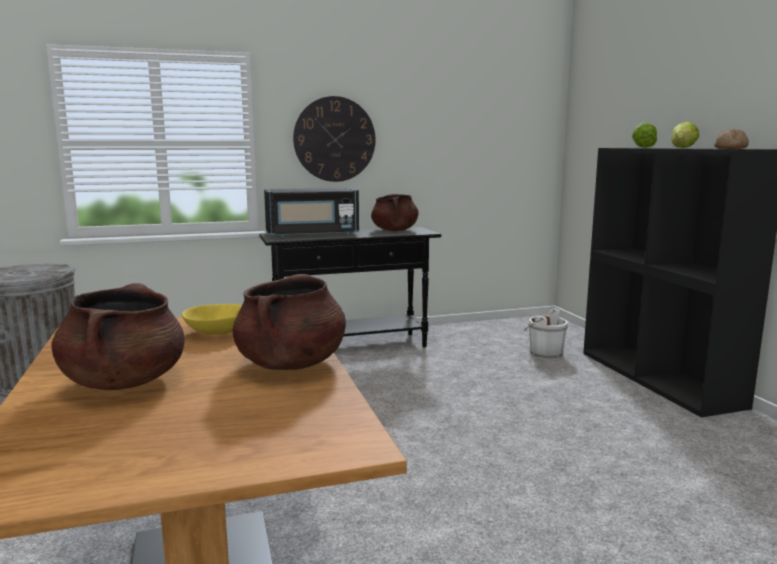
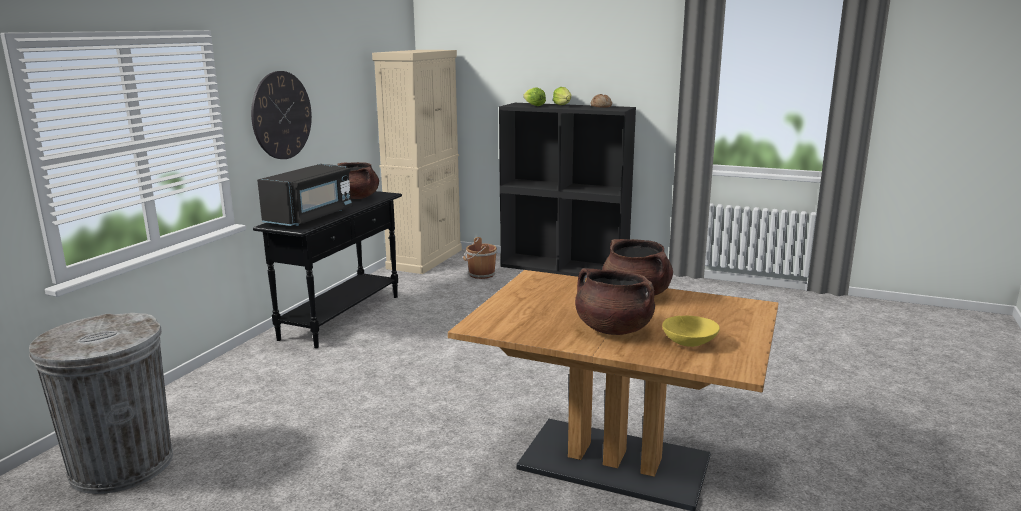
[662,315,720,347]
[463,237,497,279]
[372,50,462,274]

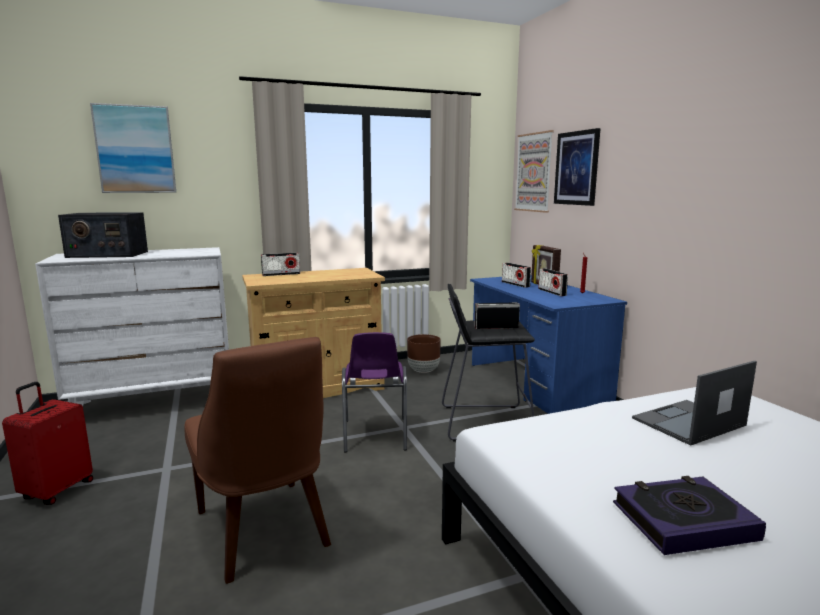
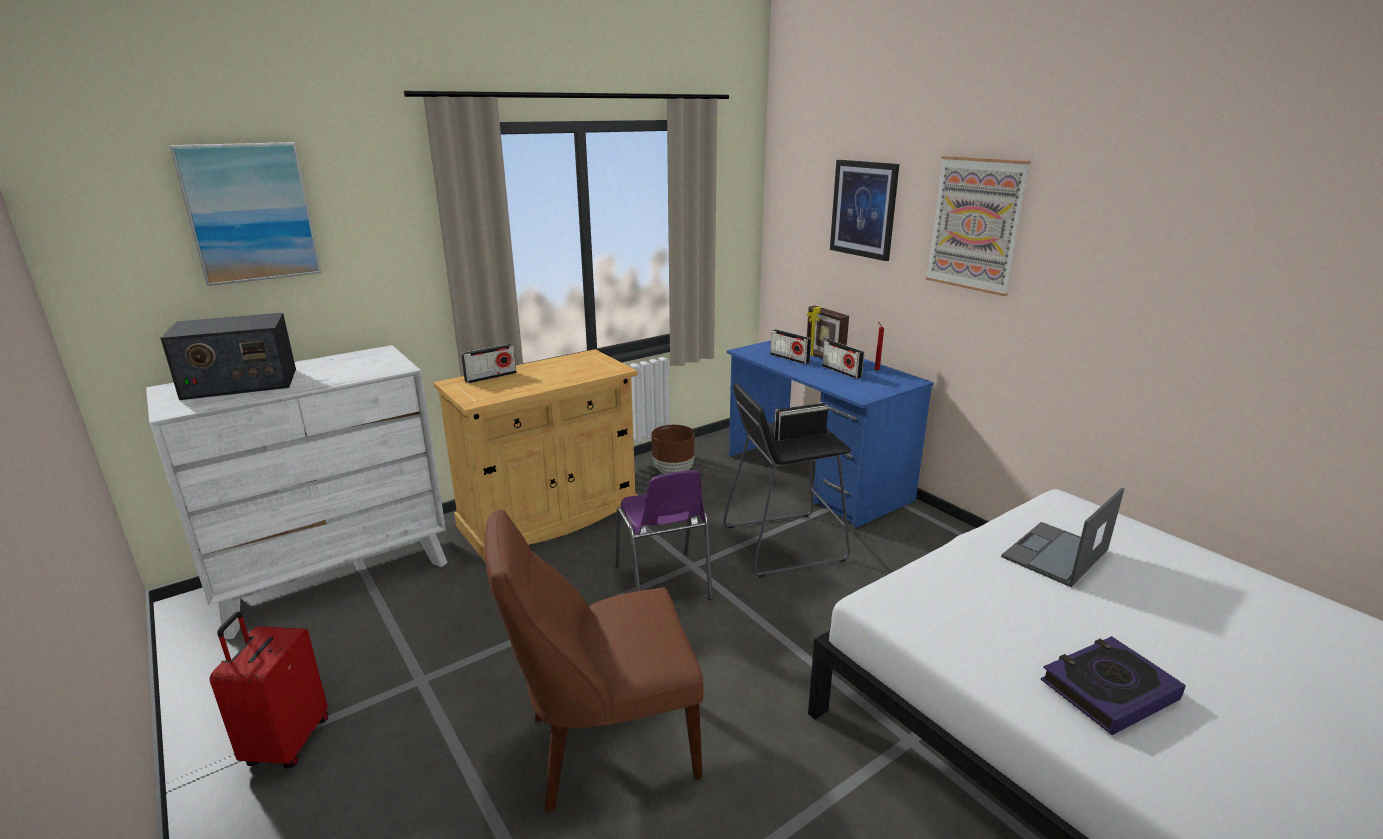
[926,156,1031,296]
[484,509,704,813]

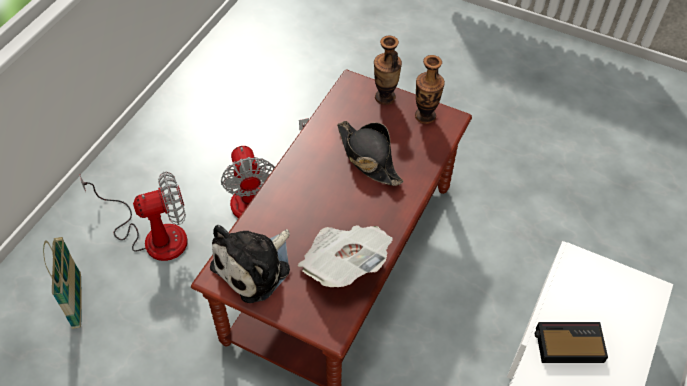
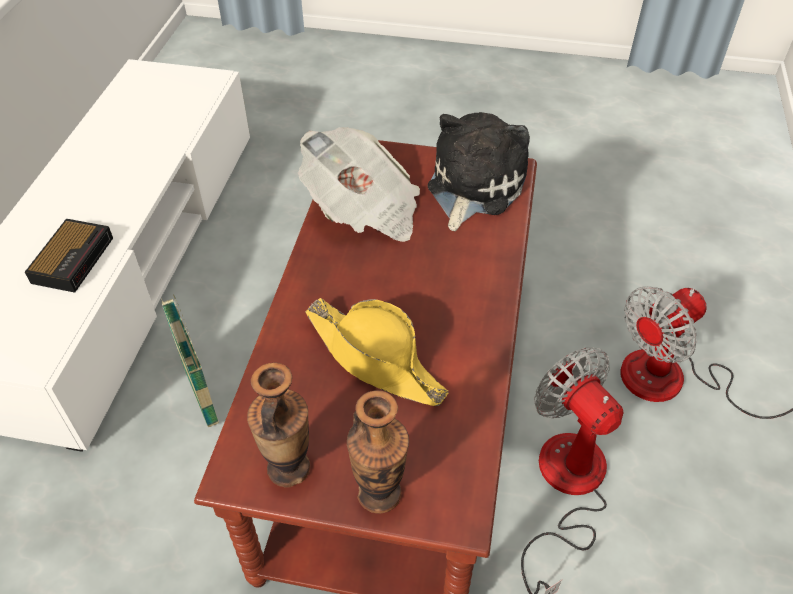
[305,298,449,406]
[161,294,219,427]
[25,219,113,293]

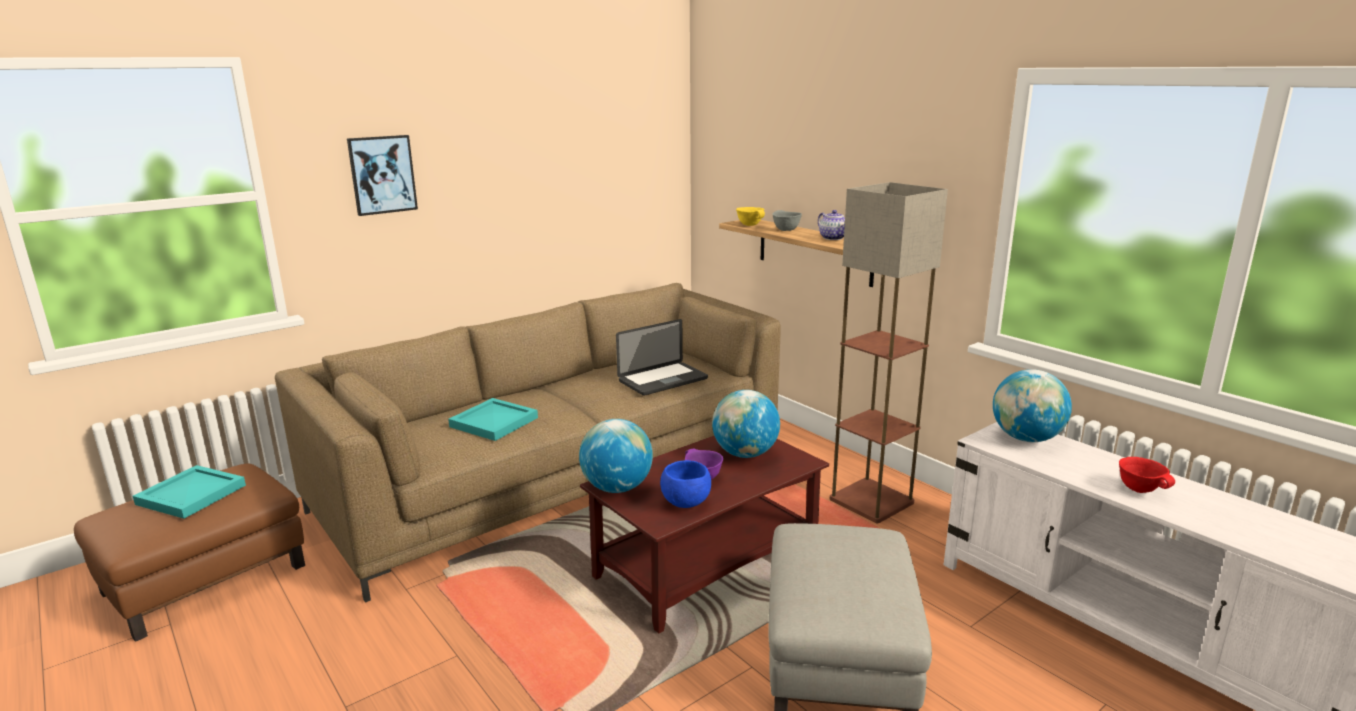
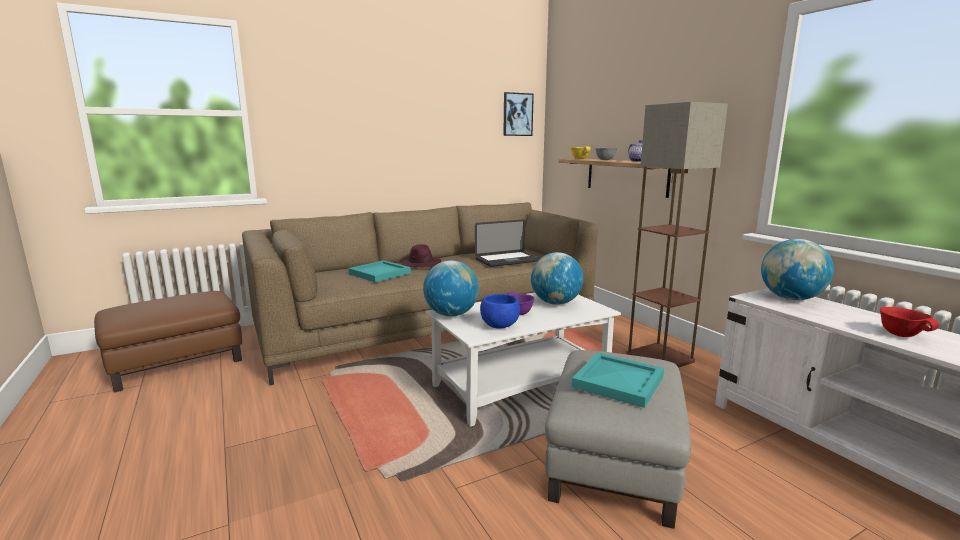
[503,92,534,136]
[425,292,621,427]
[572,353,664,408]
[401,244,441,267]

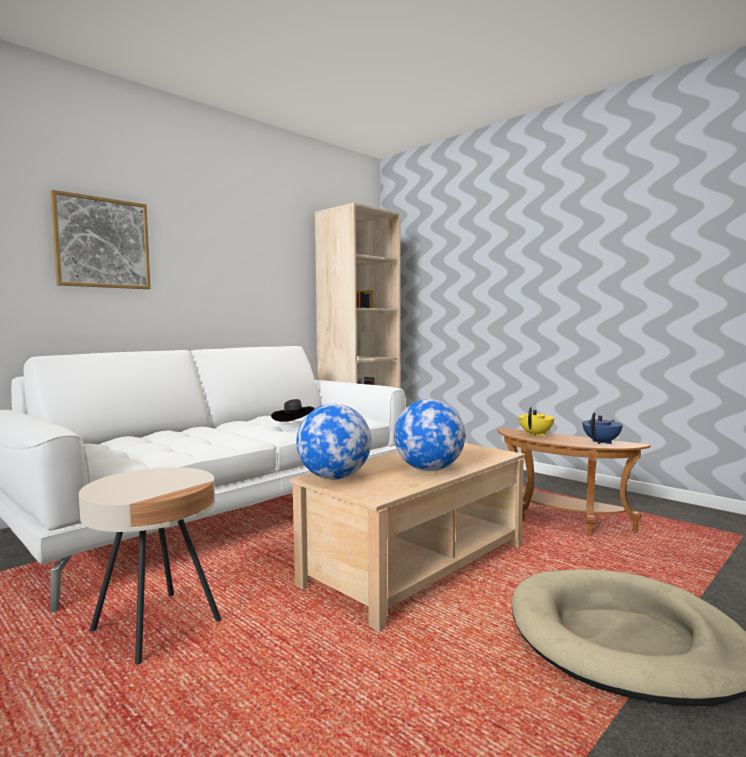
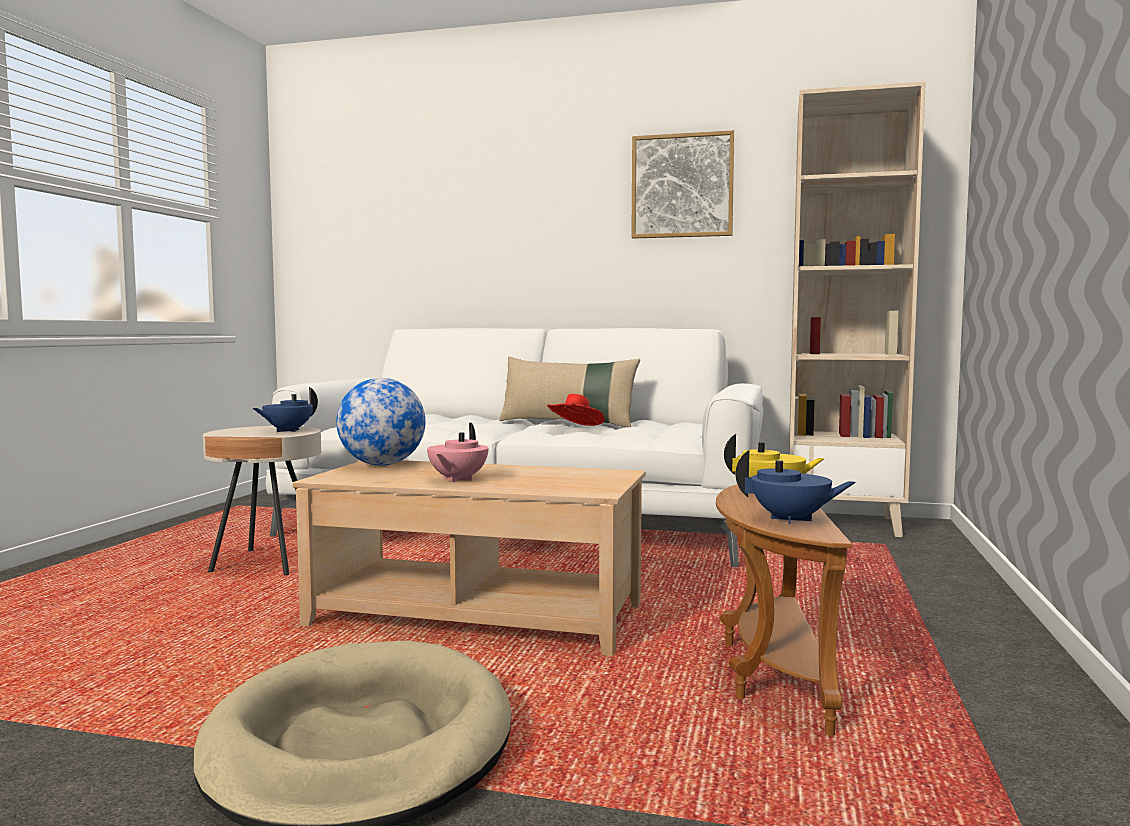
[631,130,734,238]
[547,394,605,426]
[427,423,489,482]
[499,357,640,427]
[252,387,318,432]

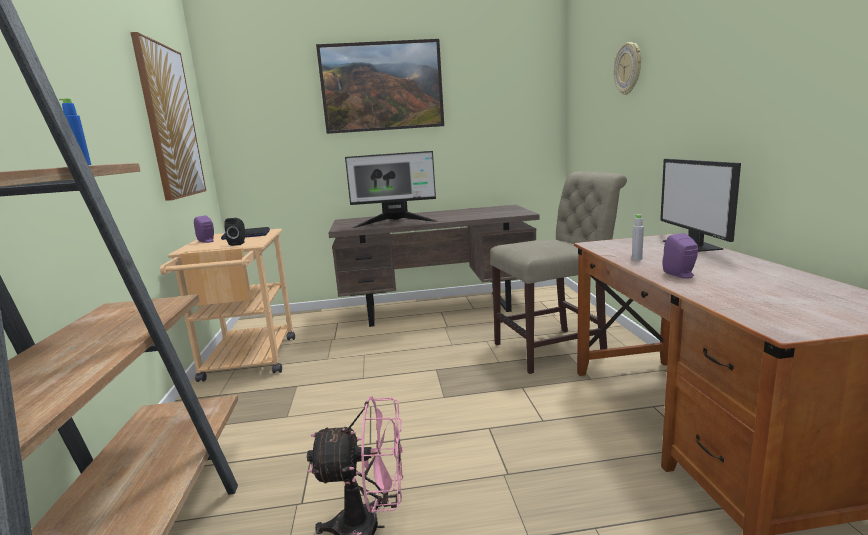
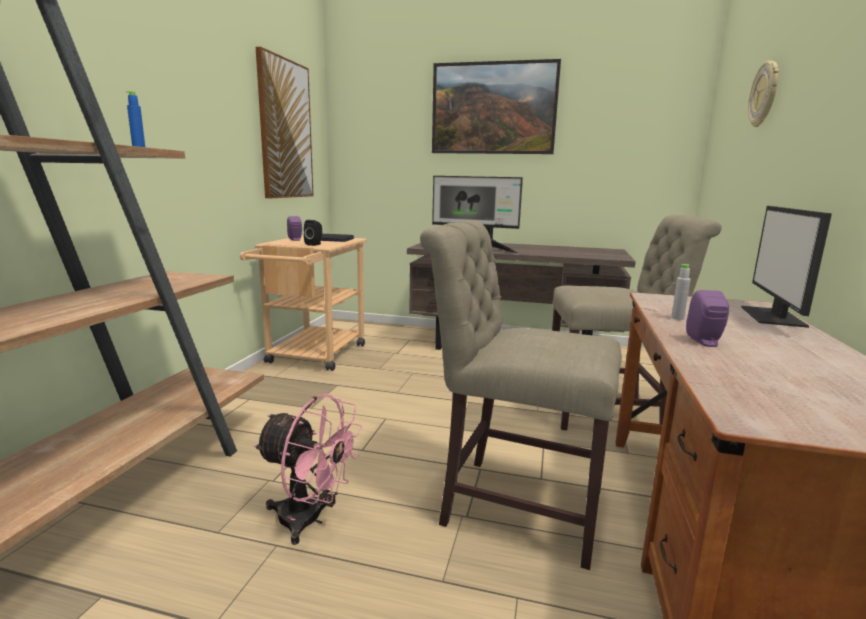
[420,220,622,570]

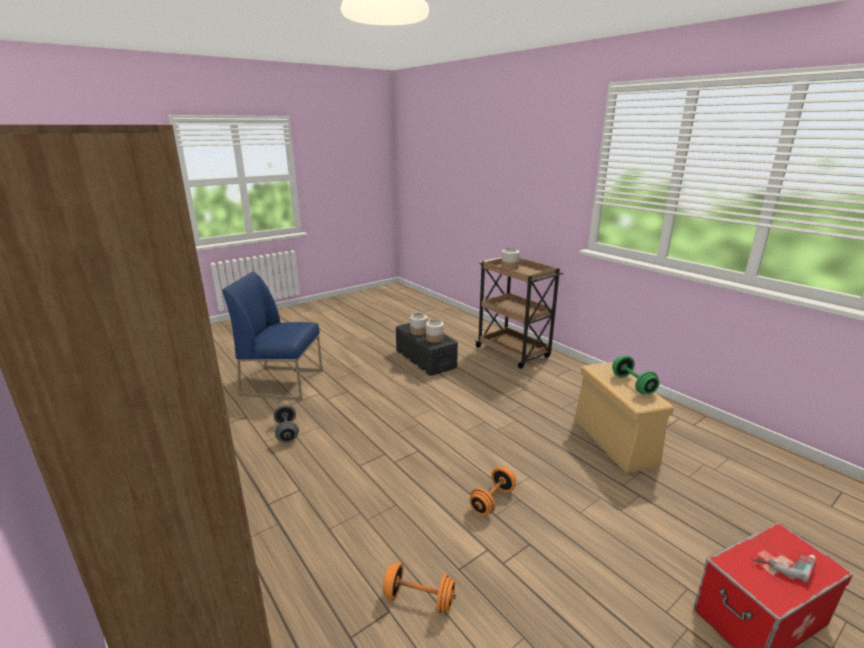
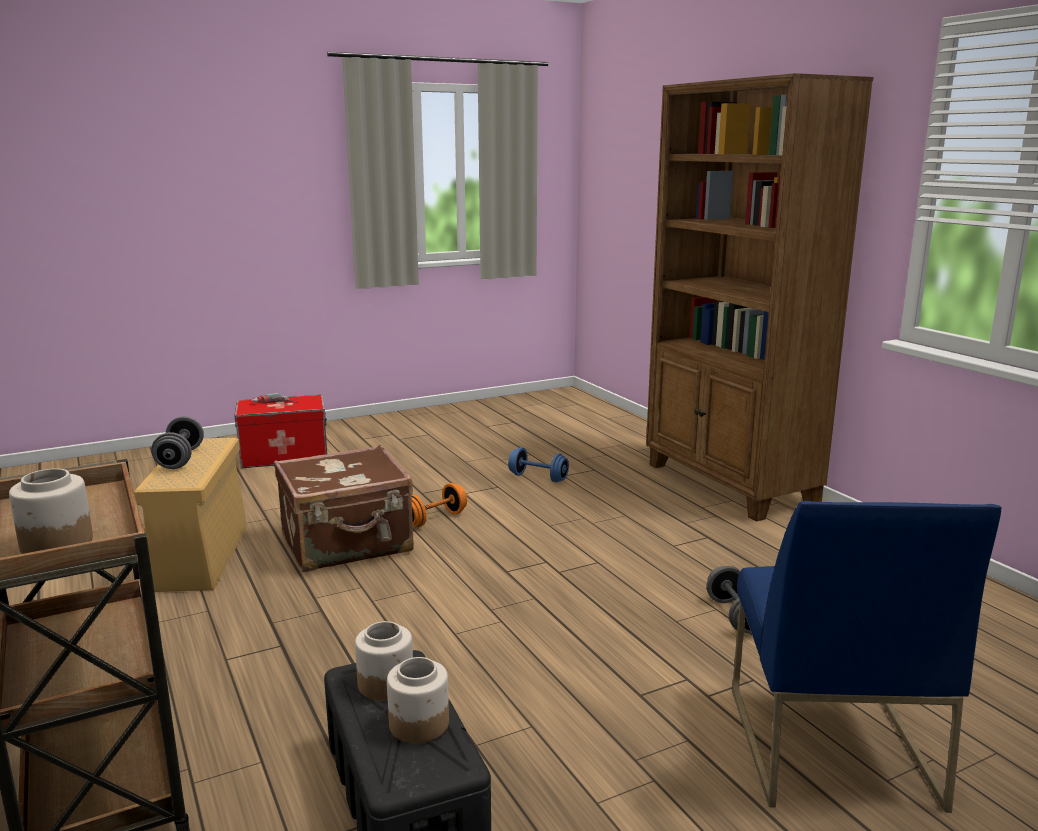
[732,501,1002,813]
[151,416,204,469]
[508,447,569,482]
[274,445,414,572]

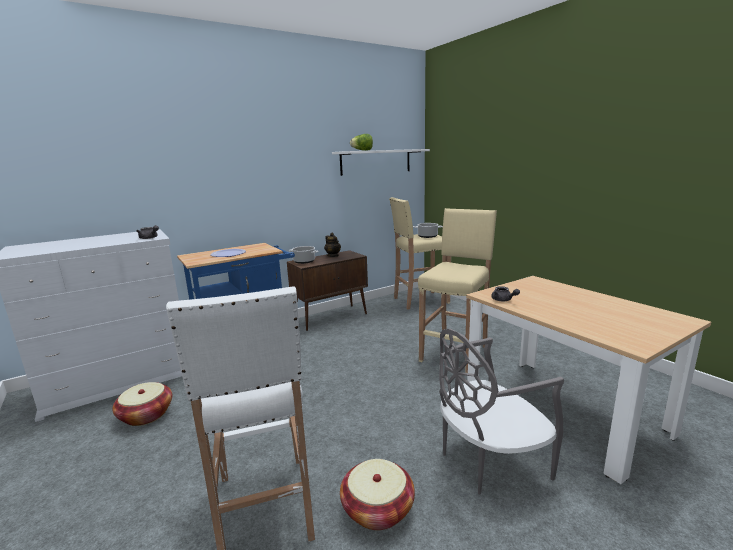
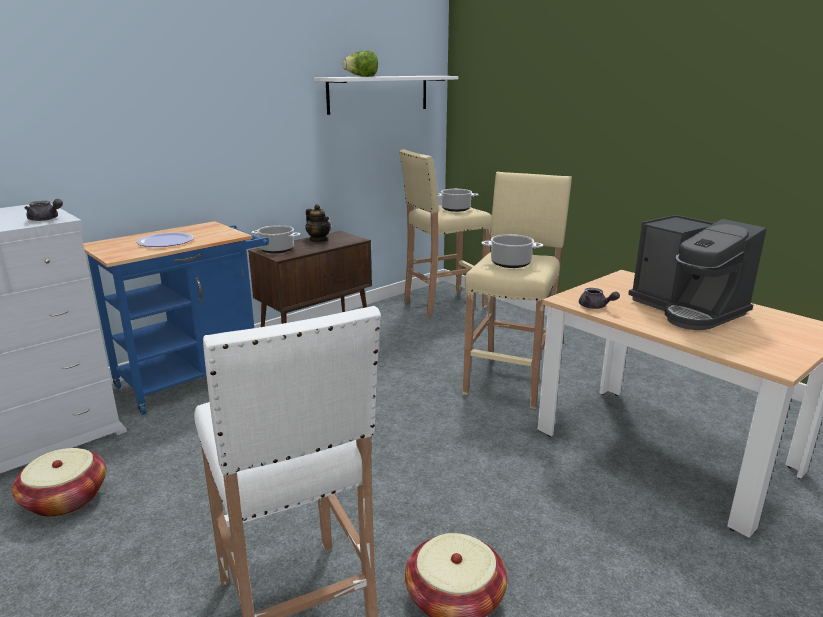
[439,328,564,495] (first image)
[628,215,767,330]
[481,234,543,268]

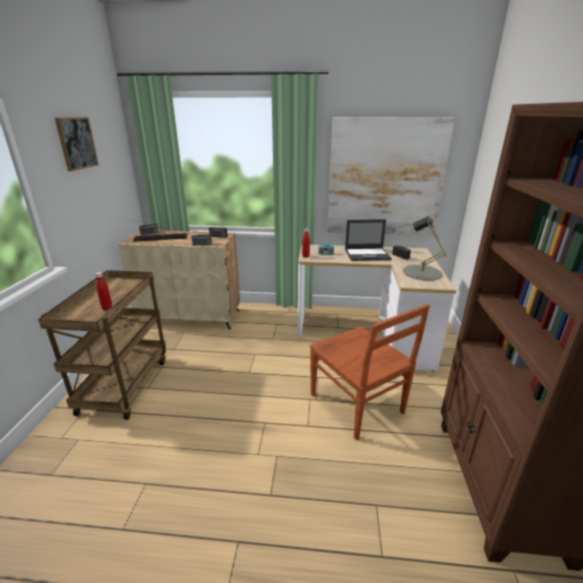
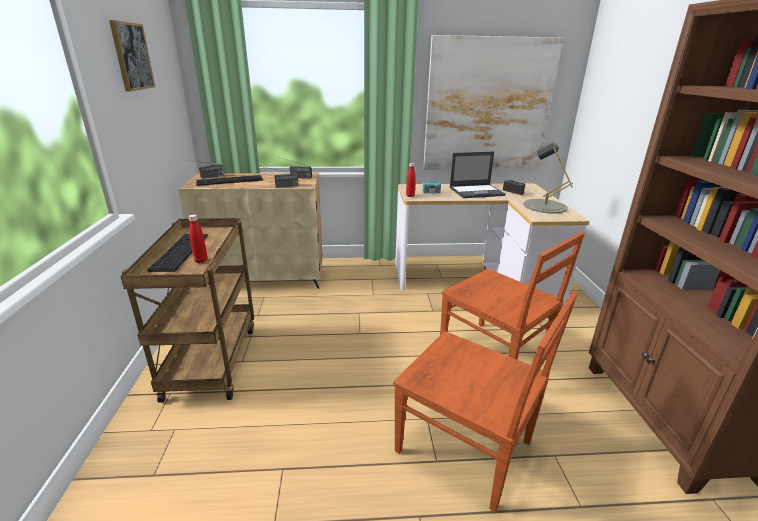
[147,234,208,272]
[393,291,578,513]

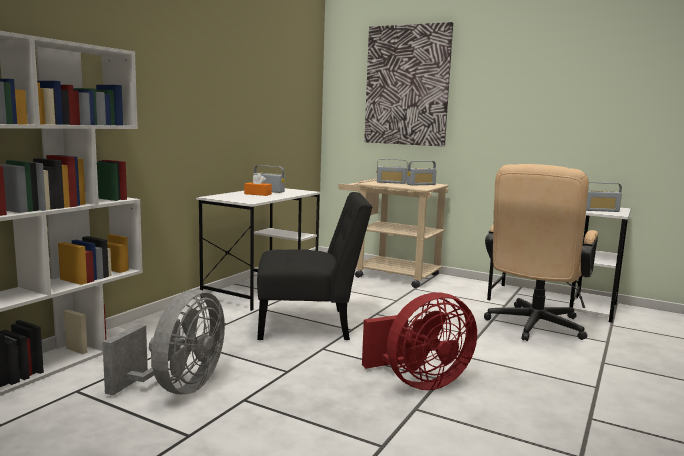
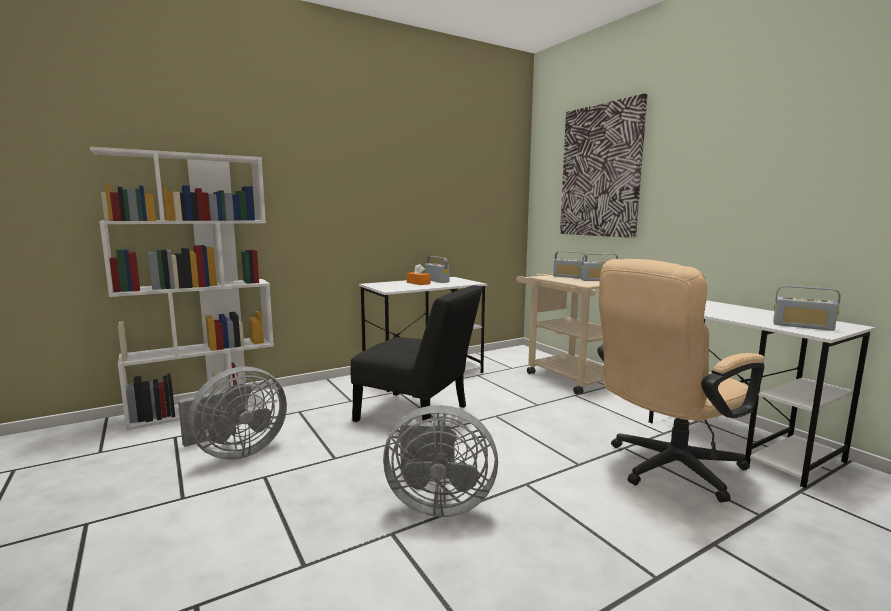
[383,405,498,517]

